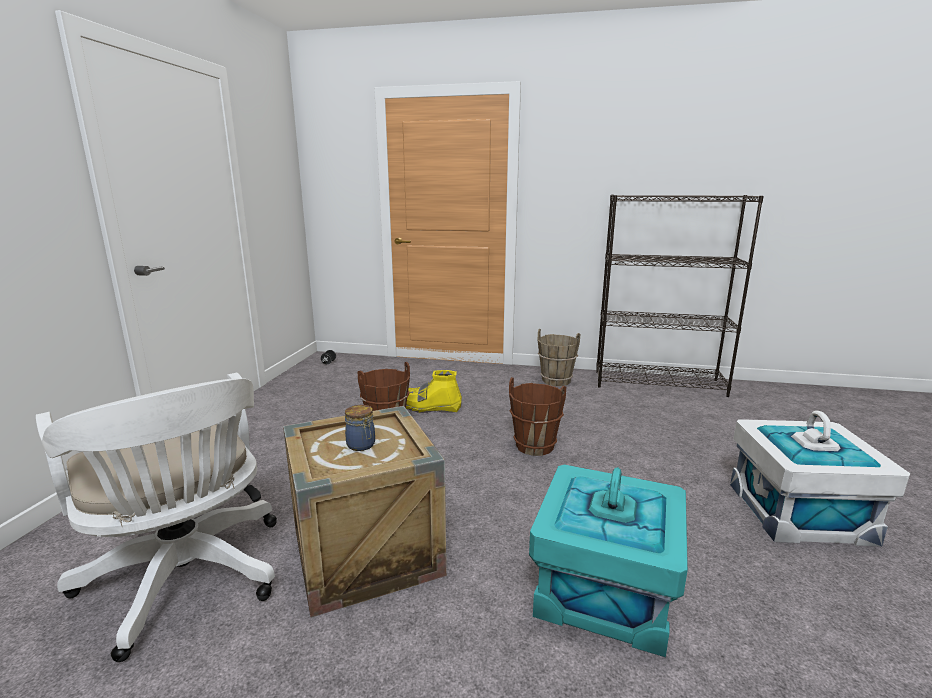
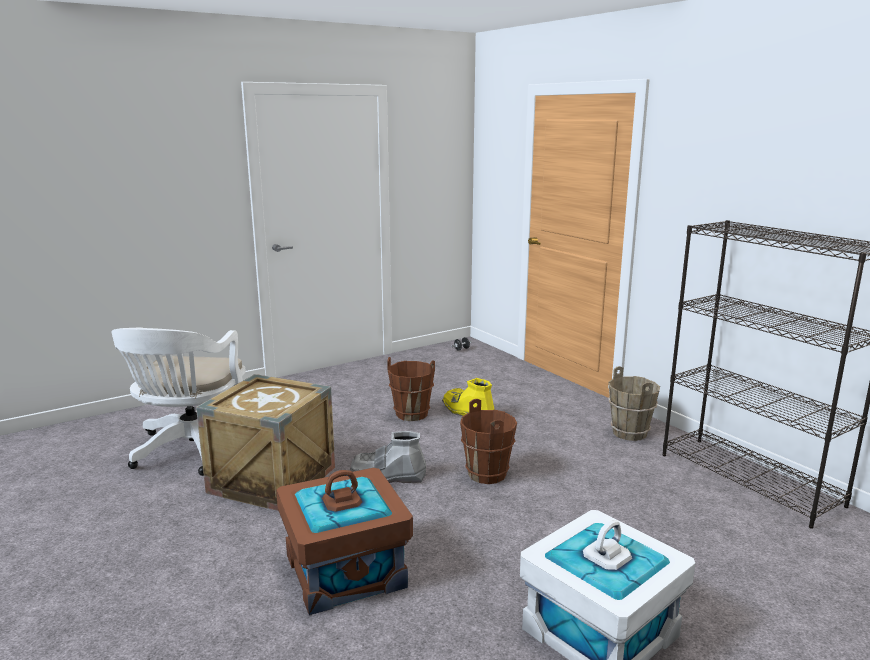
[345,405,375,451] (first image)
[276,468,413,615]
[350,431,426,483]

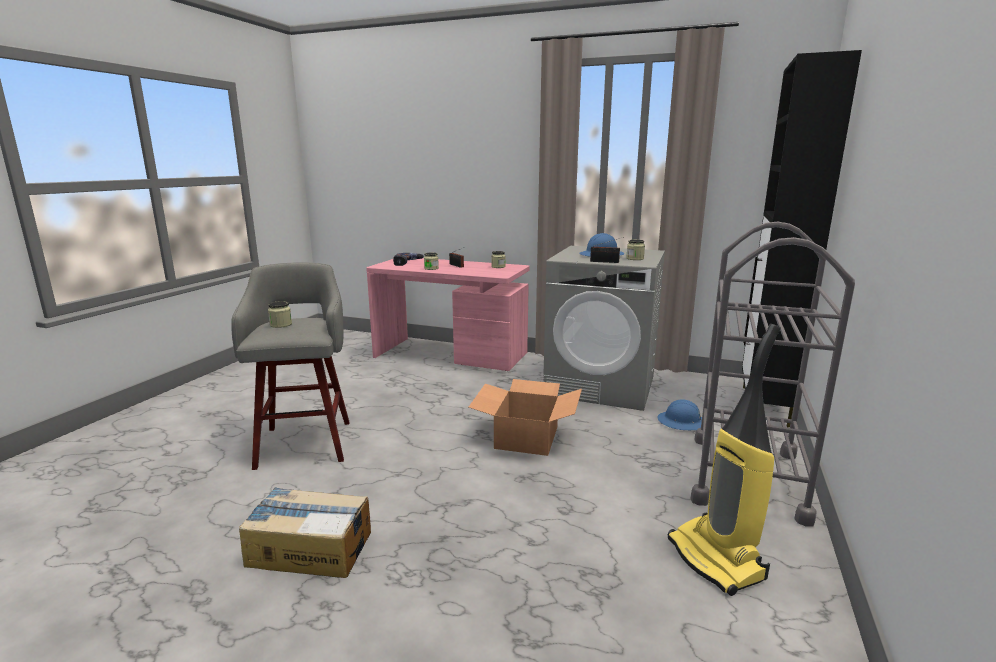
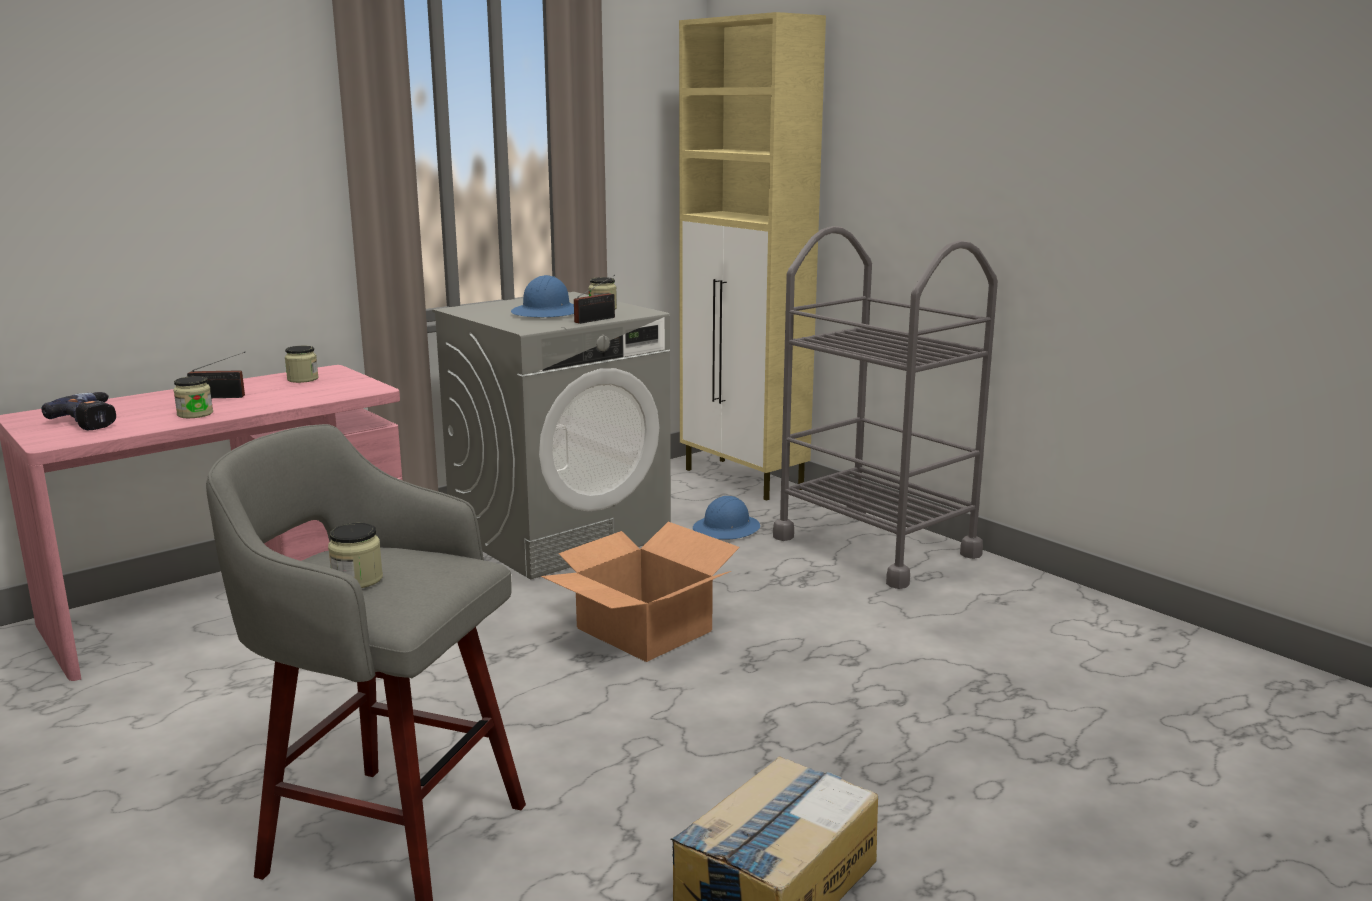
[679,12,826,501]
[668,324,781,596] (first image)

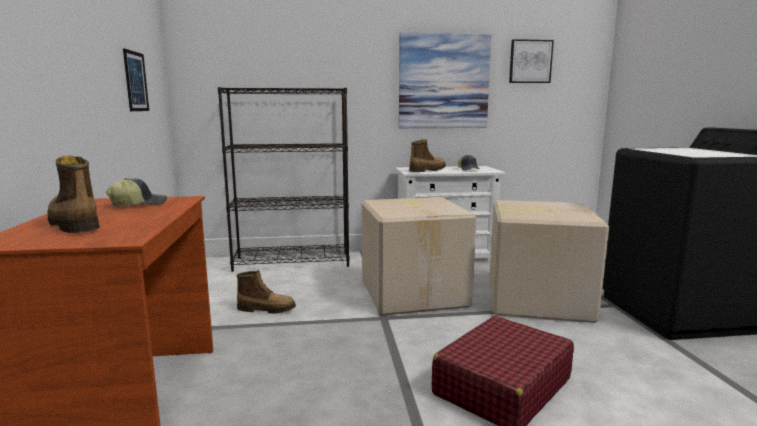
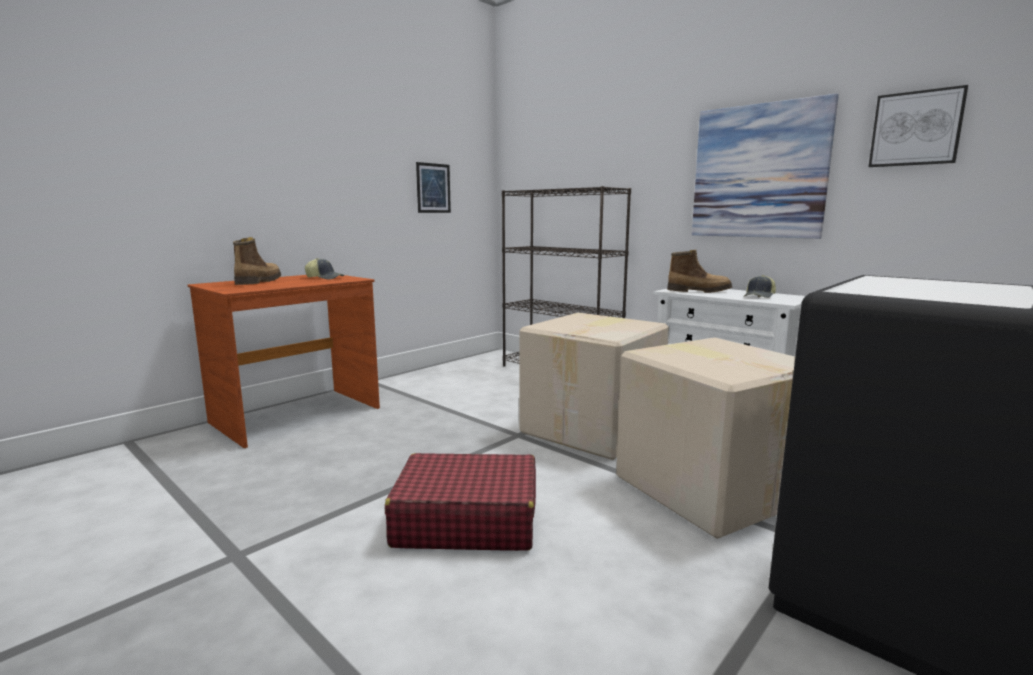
[237,271,296,314] (first image)

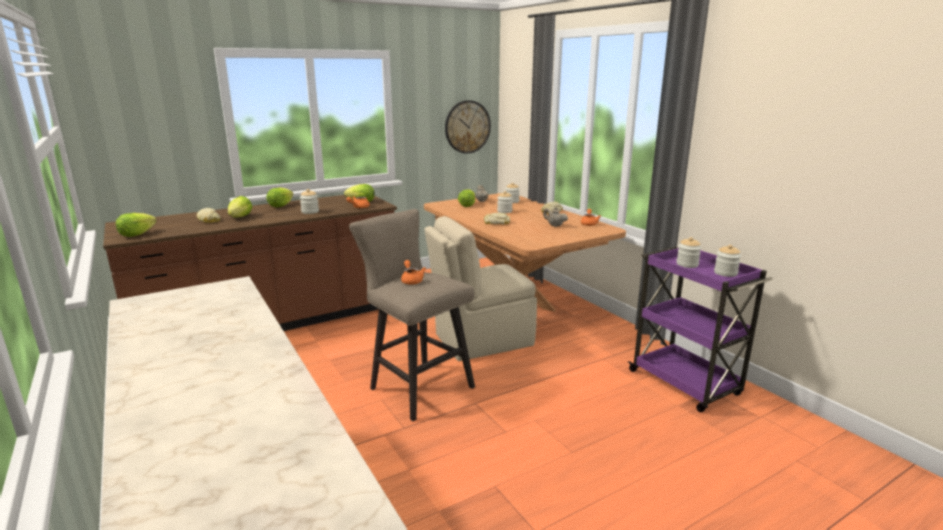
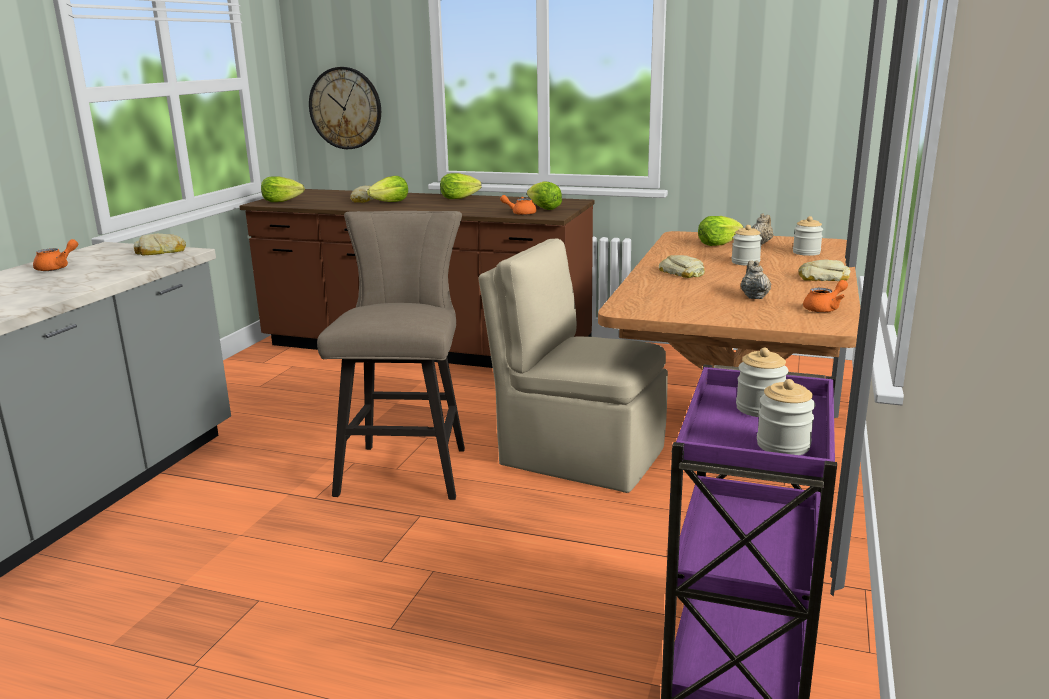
[309,67,381,149]
[300,189,319,214] (first image)
[33,239,78,271]
[134,234,186,256]

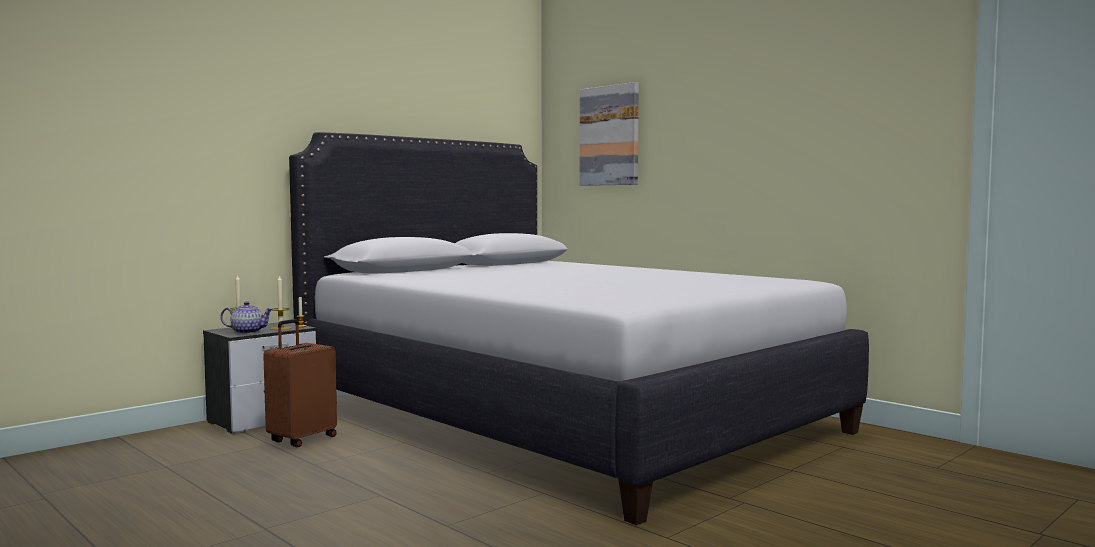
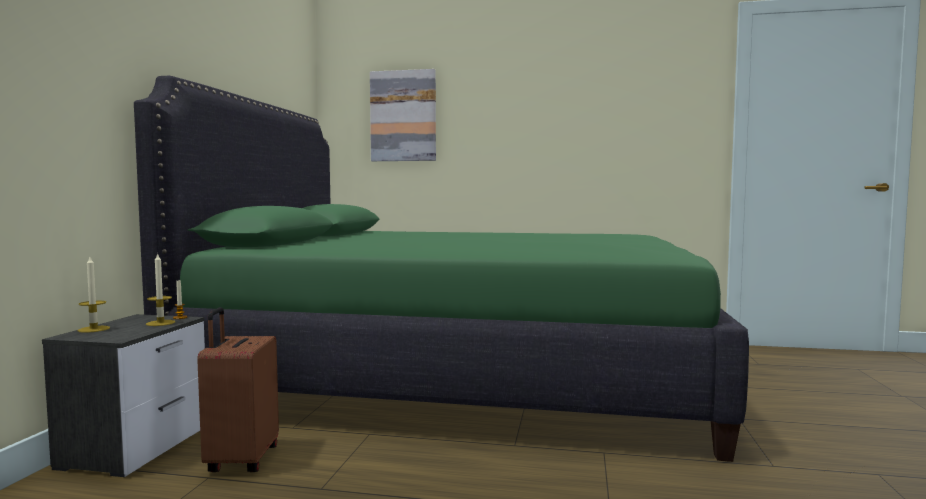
[134,76,749,462]
[220,301,273,334] (first image)

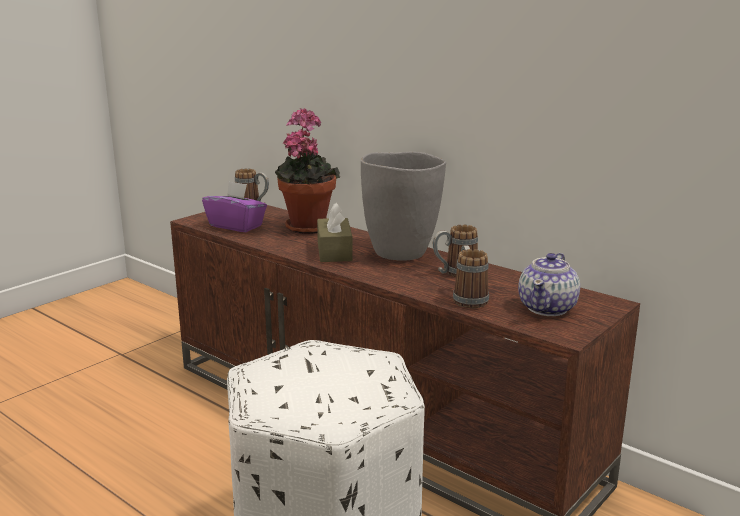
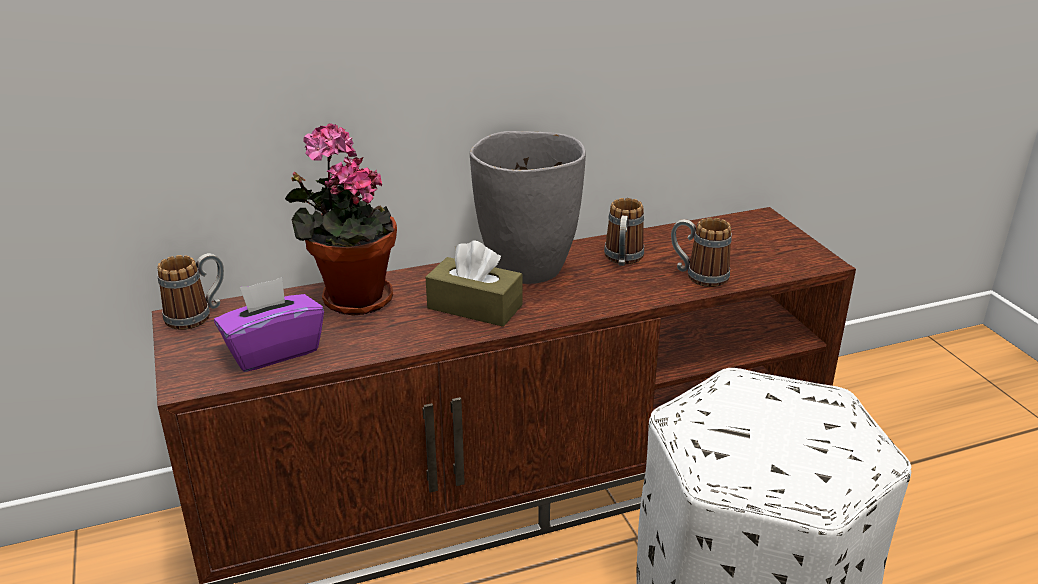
[518,253,580,316] (first image)

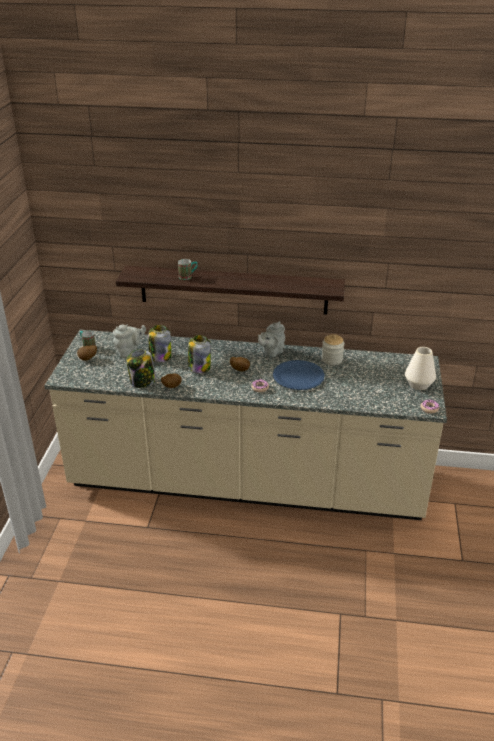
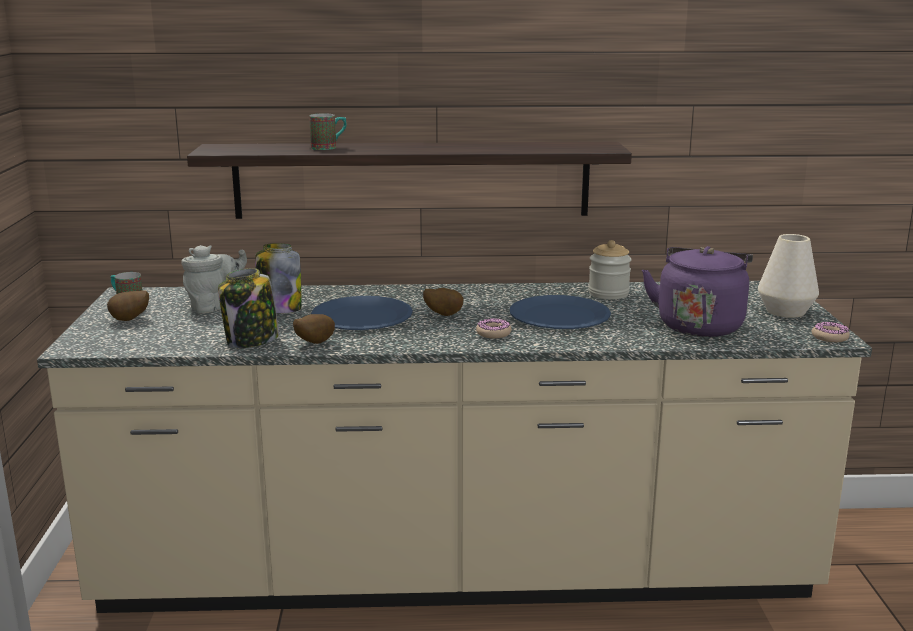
[258,321,285,357] (first image)
[311,296,413,330]
[642,246,753,337]

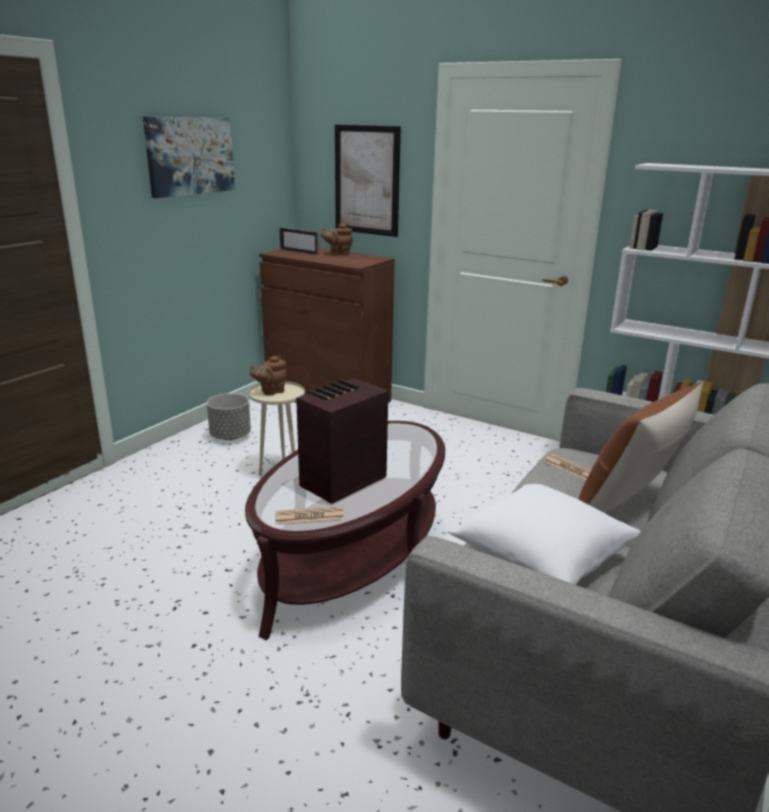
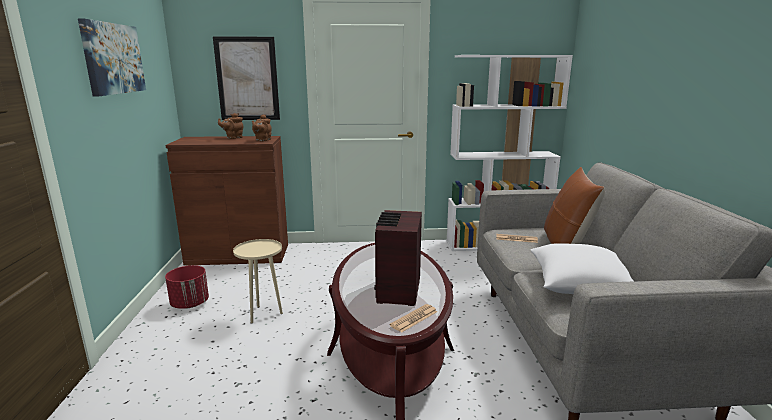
[279,227,319,256] (first image)
[252,115,272,141]
[165,265,209,309]

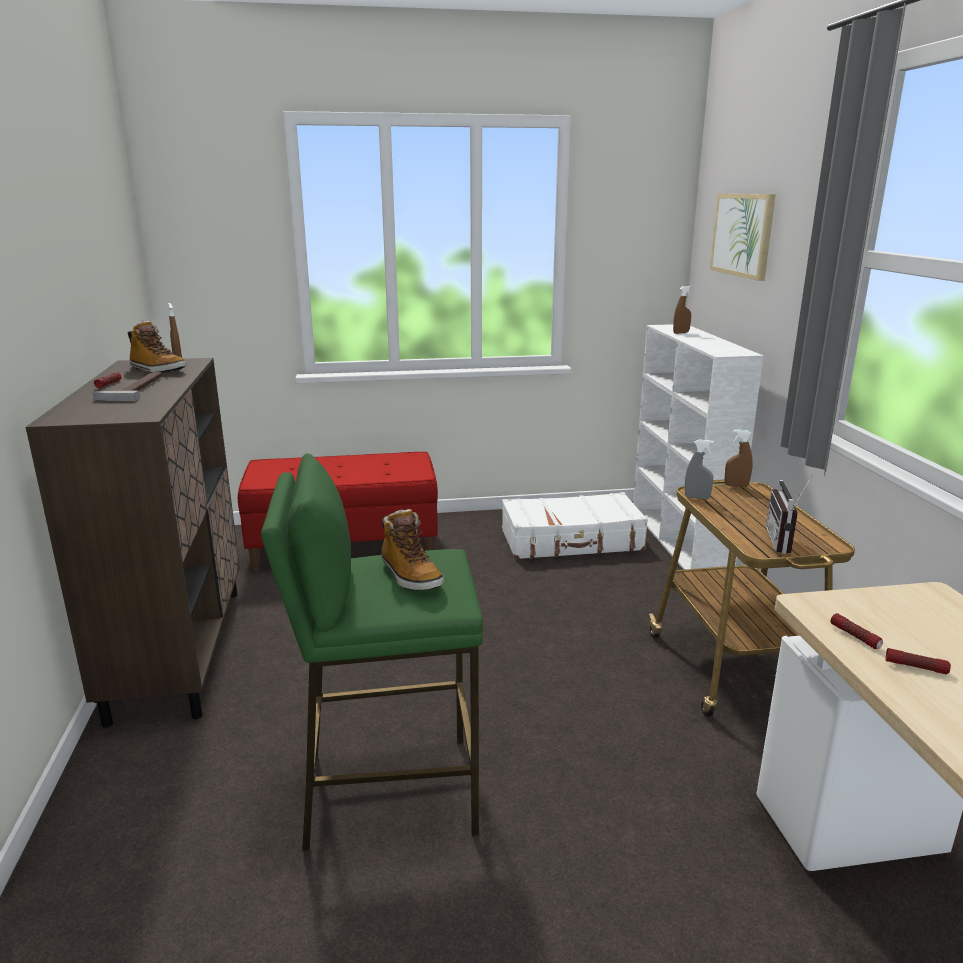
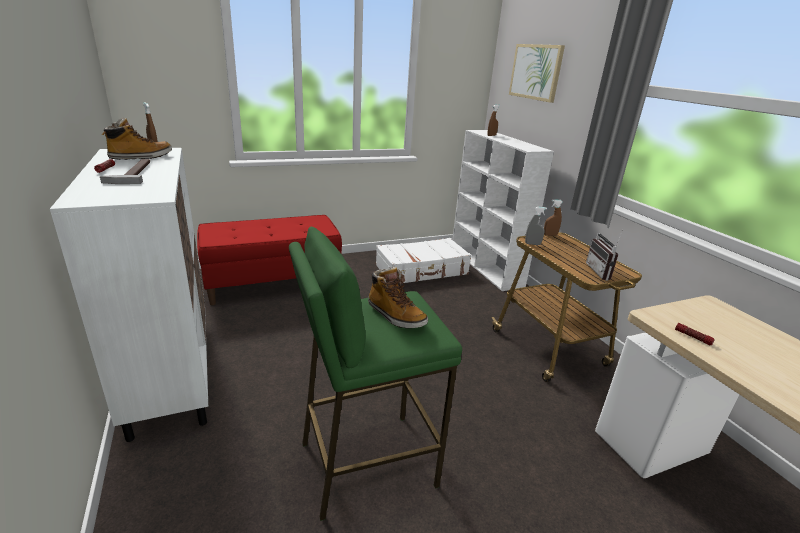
[101,118,172,160]
[50,148,208,442]
[885,648,951,674] (first image)

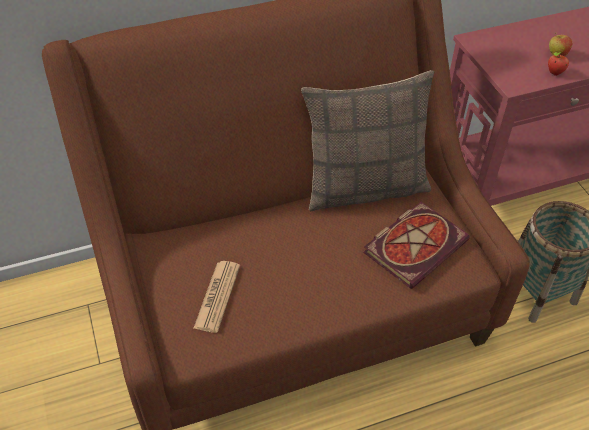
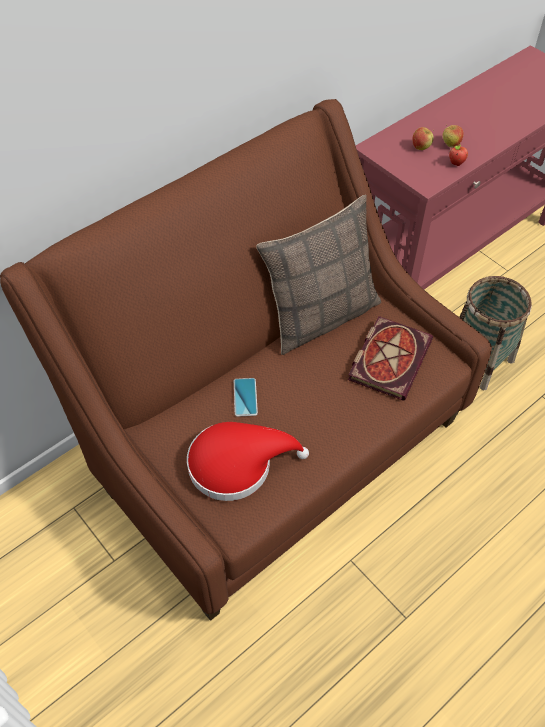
[187,422,309,501]
[412,127,434,150]
[234,378,258,417]

